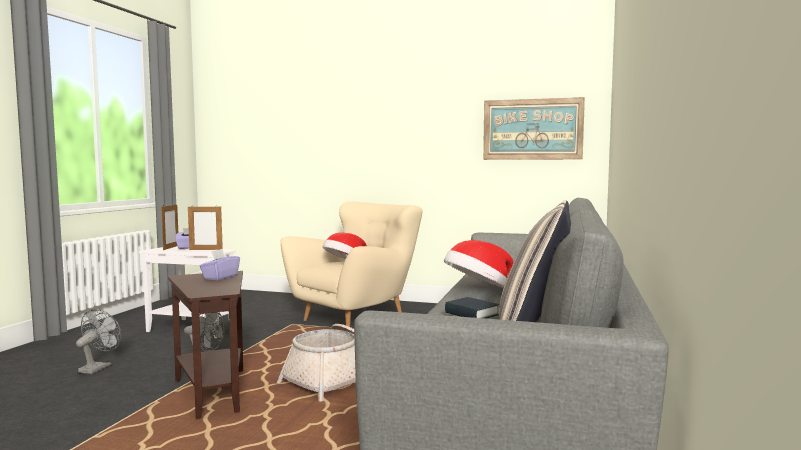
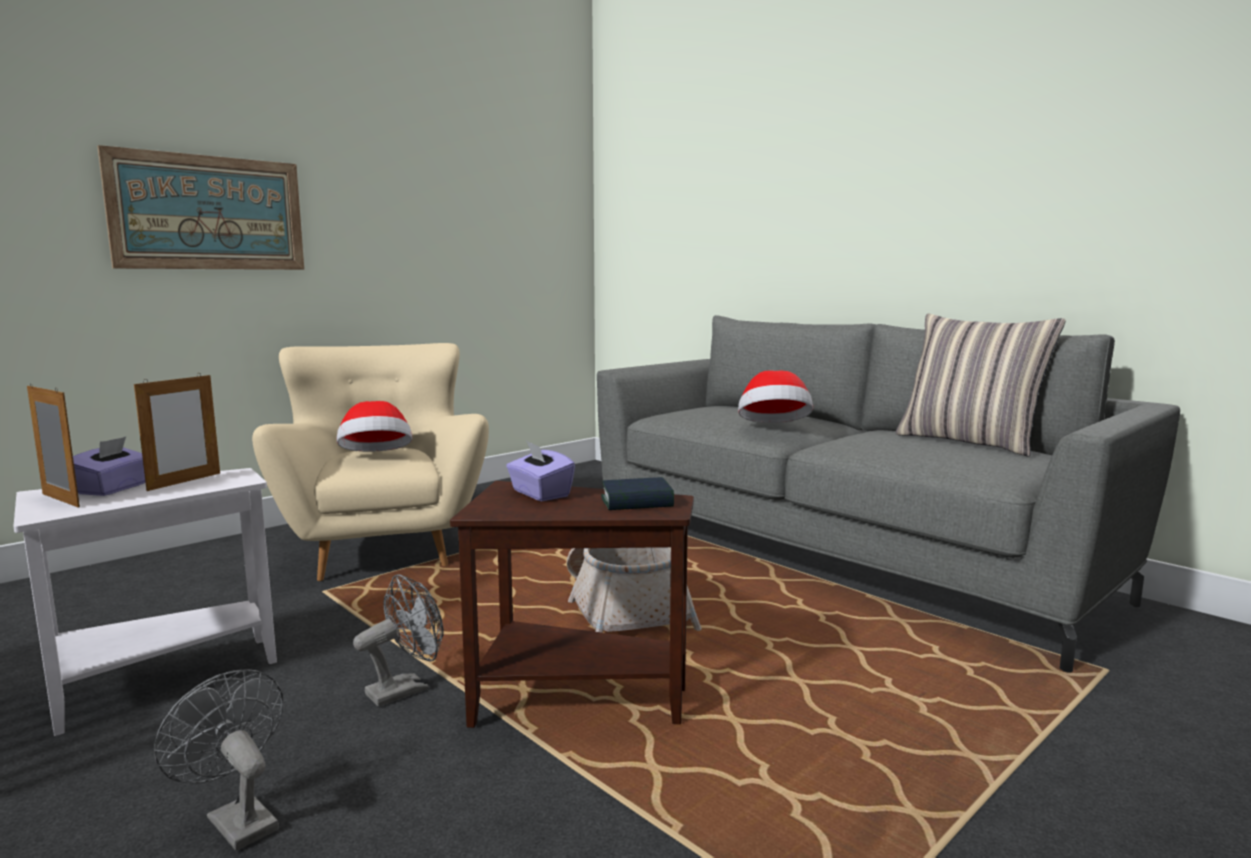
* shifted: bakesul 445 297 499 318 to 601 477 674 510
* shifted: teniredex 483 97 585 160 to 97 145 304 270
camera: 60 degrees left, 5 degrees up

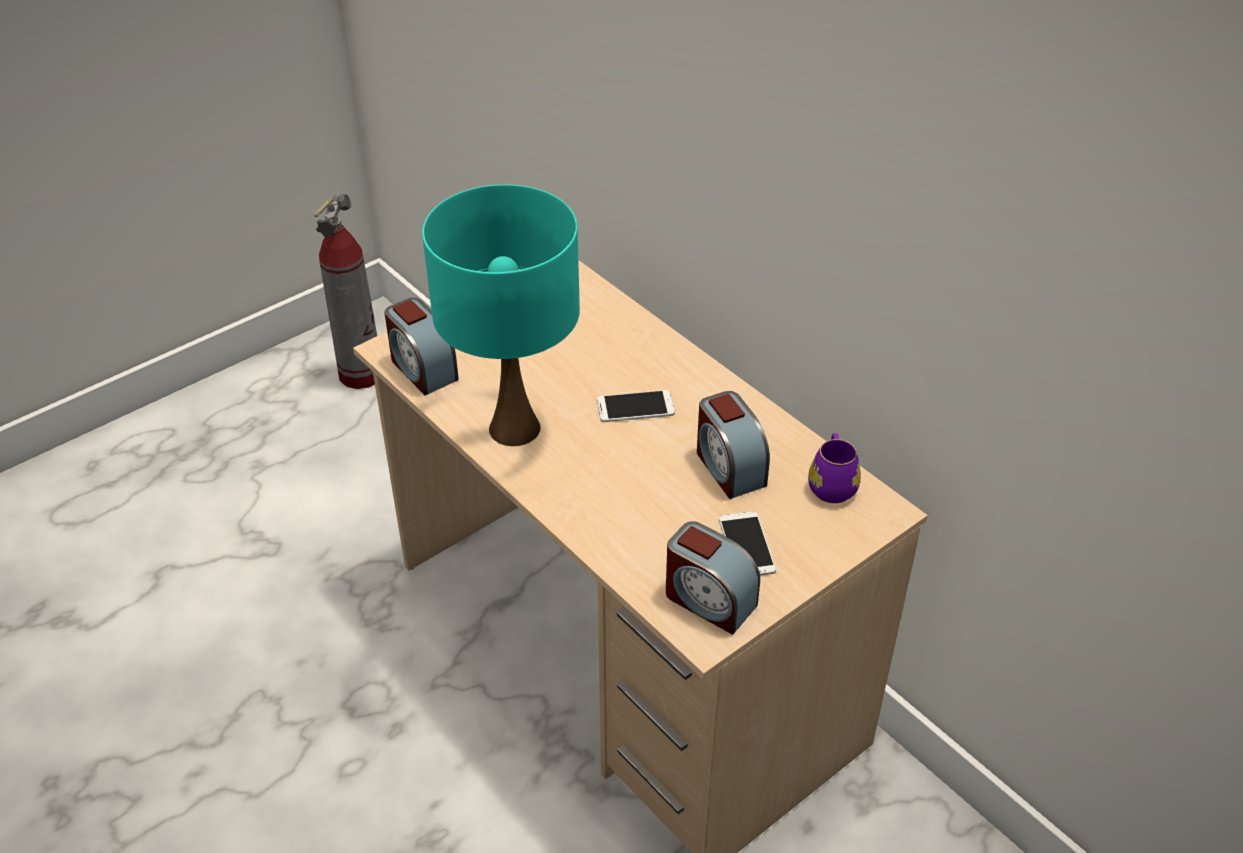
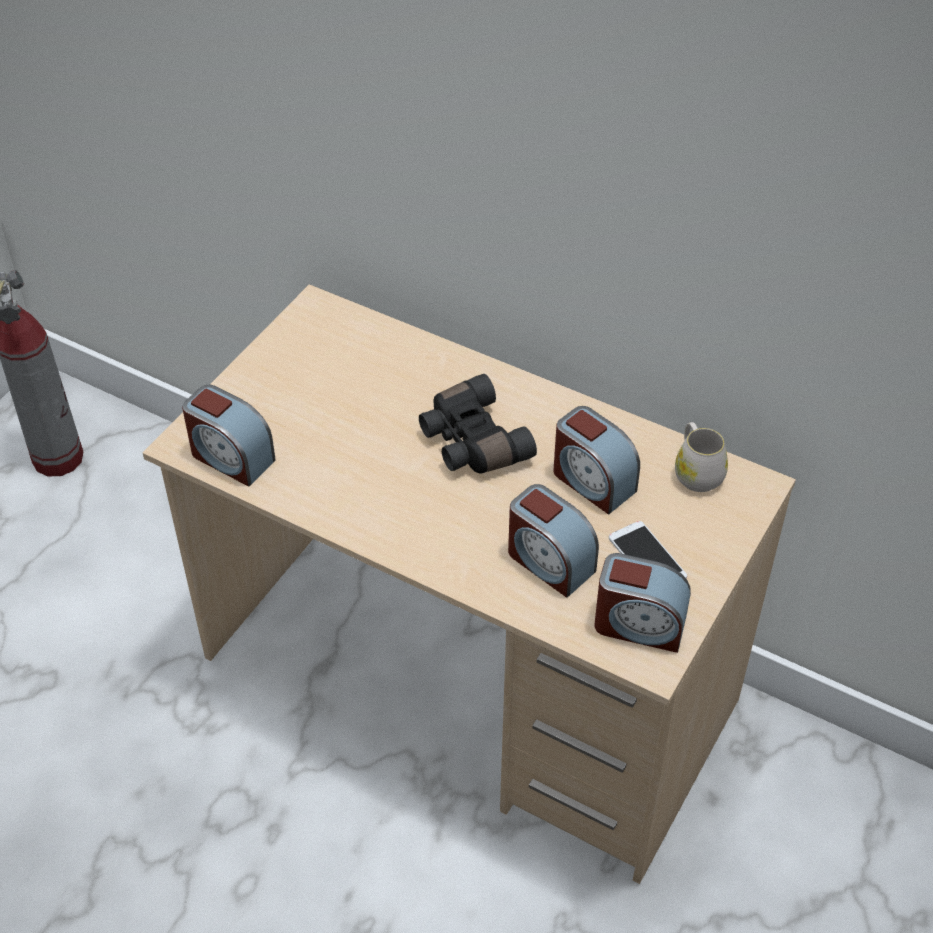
* gone: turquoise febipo 422 185 580 446
* swapped: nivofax 597 390 675 422 to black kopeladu 419 374 537 473
* repainted: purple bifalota 808 433 861 503 to white bifalota 675 422 728 492
* new: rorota 508 484 599 598
camera: 20 degrees left, 5 degrees up

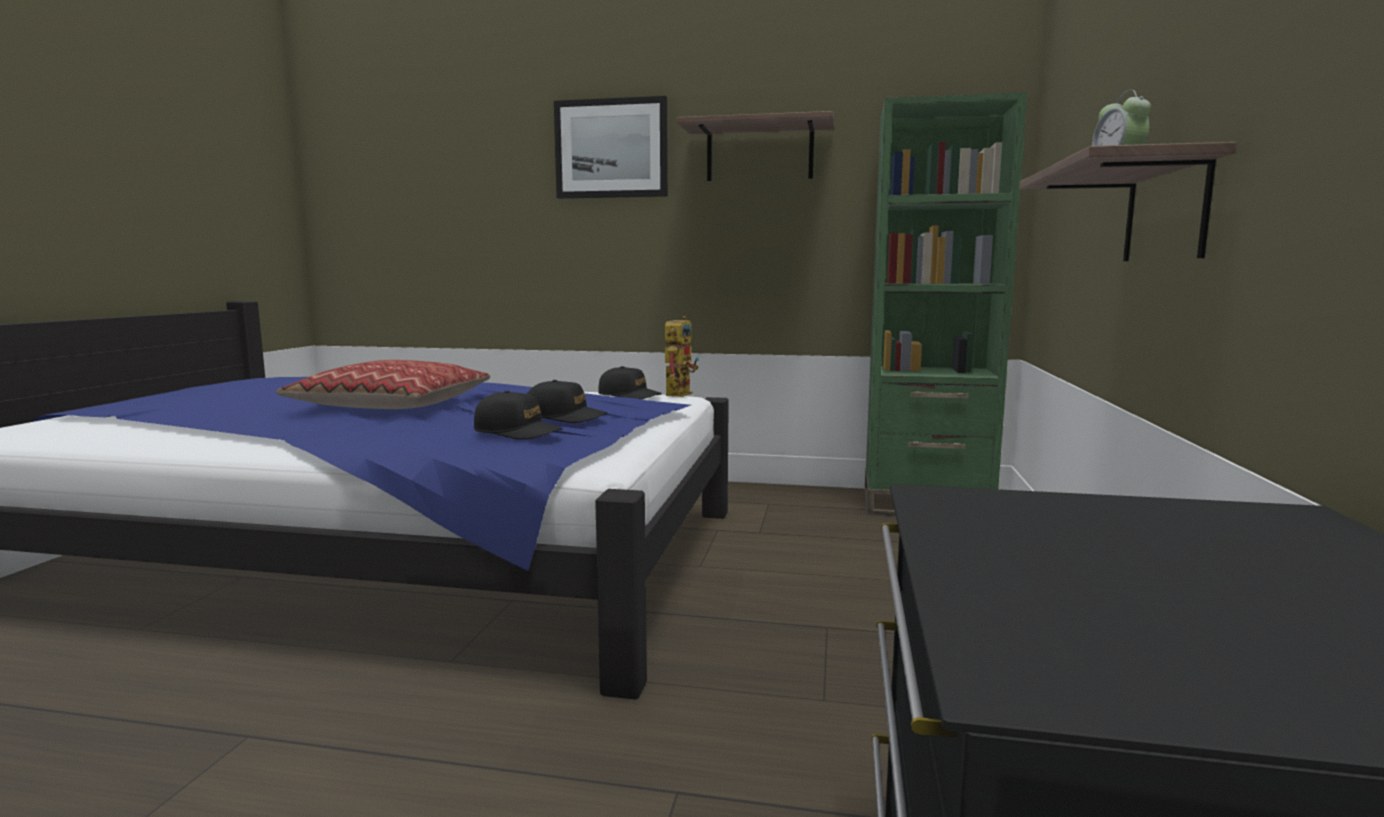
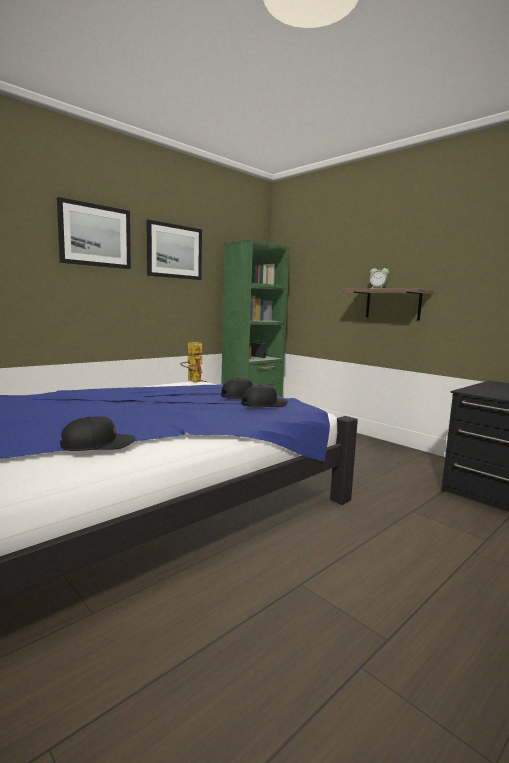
* gone: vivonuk 276 360 490 409
* shifted: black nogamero 598 366 662 399 to 60 416 135 451
* swapped: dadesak 676 111 834 181 to teniredex 147 220 202 280
camera: 55 degrees left, 0 degrees up

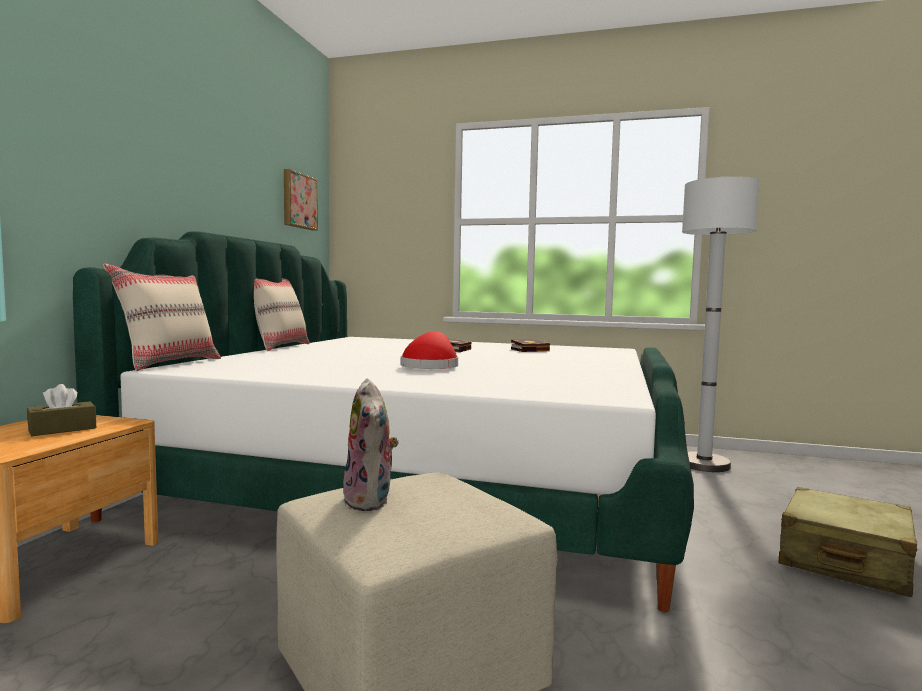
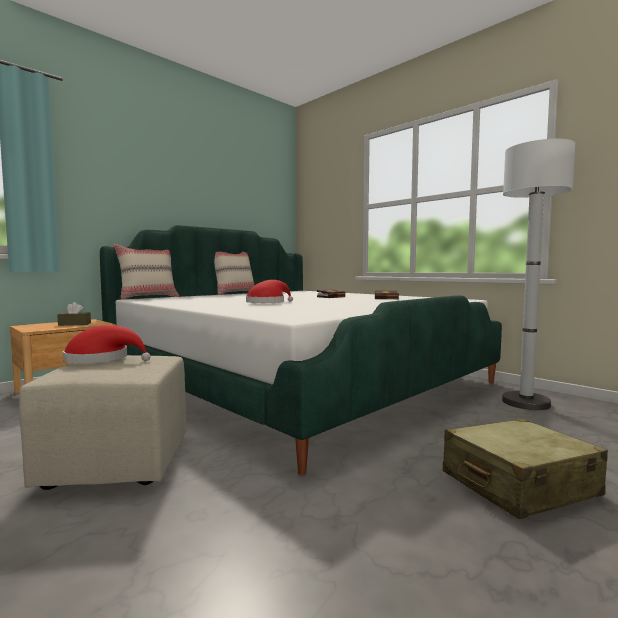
* gone: teniredex 284 169 318 231
* swapped: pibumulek 342 379 399 511 to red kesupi 63 325 151 364
camera: 30 degrees right, 0 degrees up

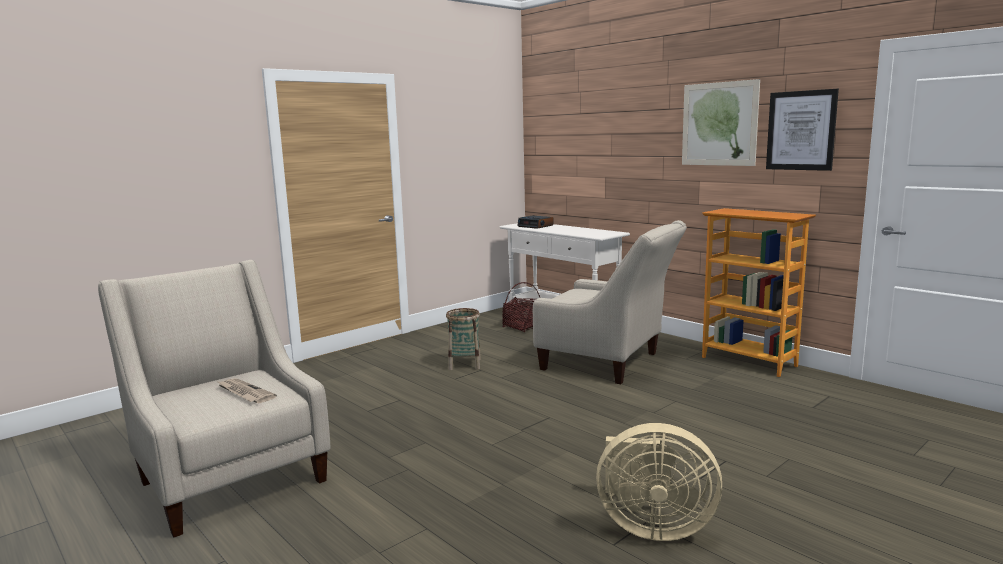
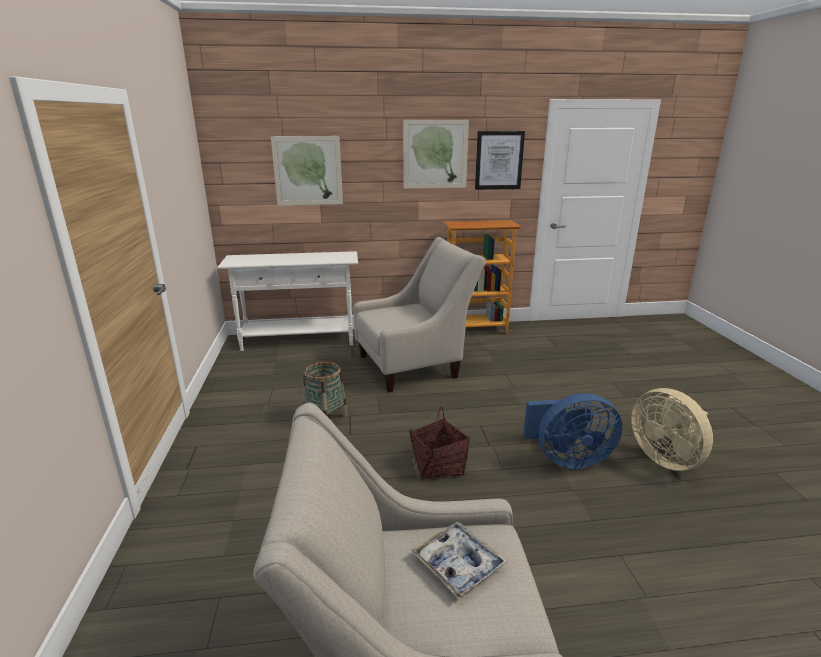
* swapped: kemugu 218 378 277 403 to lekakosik 410 522 508 599
* shifted: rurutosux 502 282 540 332 to 410 407 470 481
* gone: rorota 517 215 554 229
* rotated: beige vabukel 596 423 722 541 = 631 388 713 471 105 degrees clockwise
* new: teniredex 271 136 343 206
* new: blue vabukel 523 393 622 469
camera: 55 degrees left, 10 degrees up

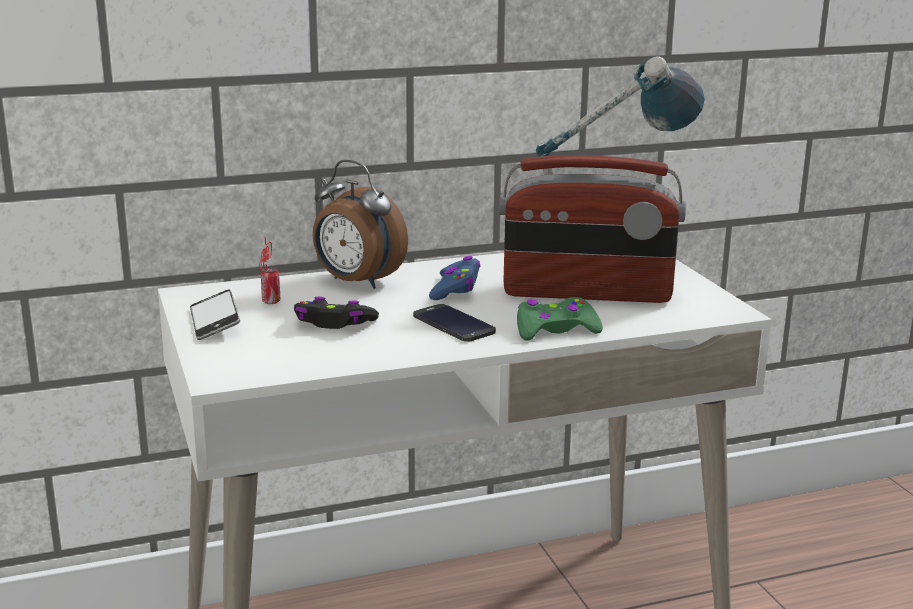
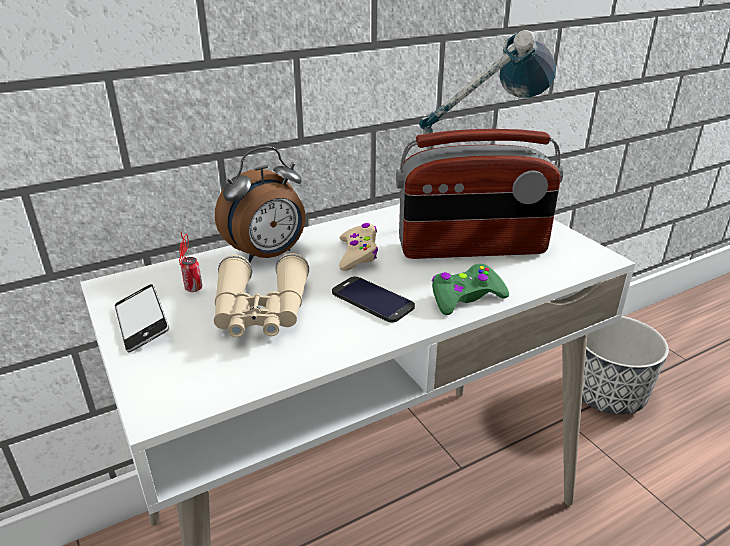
* swapped: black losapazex 294 297 379 329 to beige kopeladu 214 253 309 338
* rotated: rorota 313 160 408 289 = 215 146 306 262 60 degrees counterclockwise
* repainted: blue losapazex 429 256 480 300 to beige losapazex 339 223 378 271
* new: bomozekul 582 316 669 414
camera: 10 degrees left, 10 degrees up

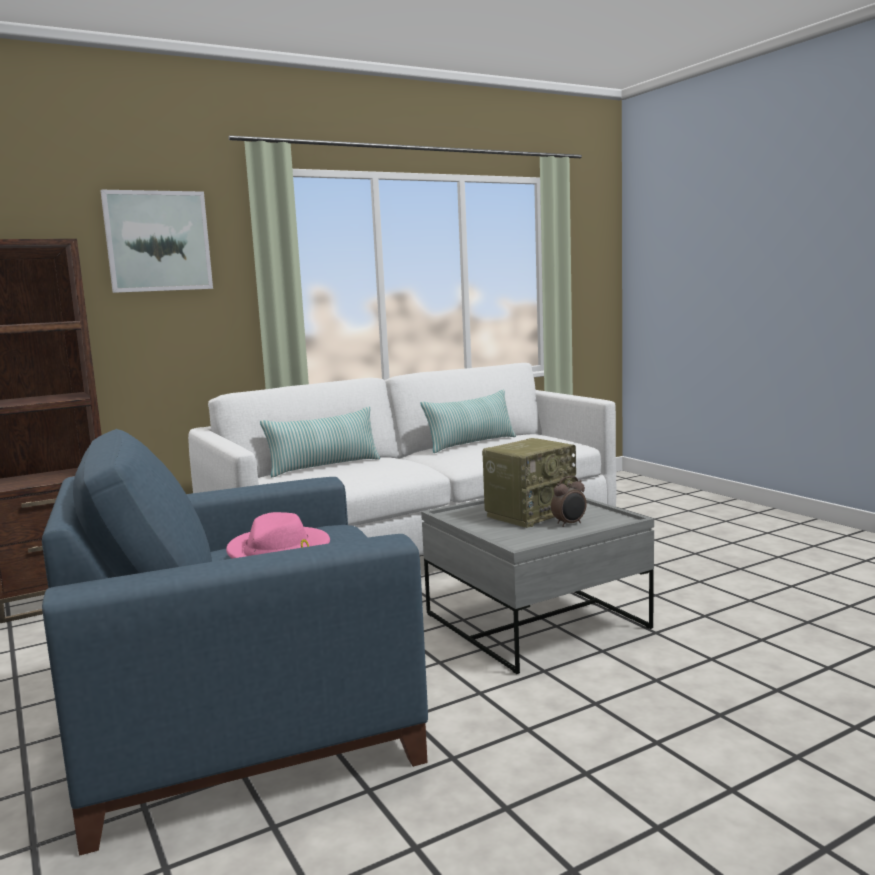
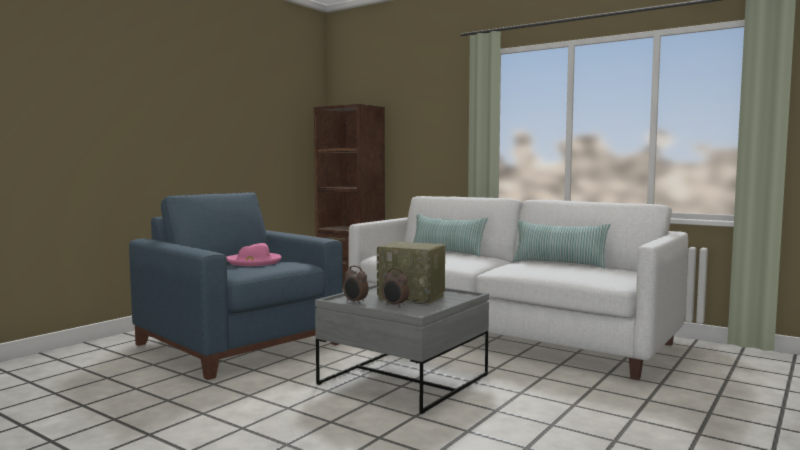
* gone: teniredex 101 190 213 293
* new: rorota 343 266 369 304
camera: 65 degrees right, 5 degrees down

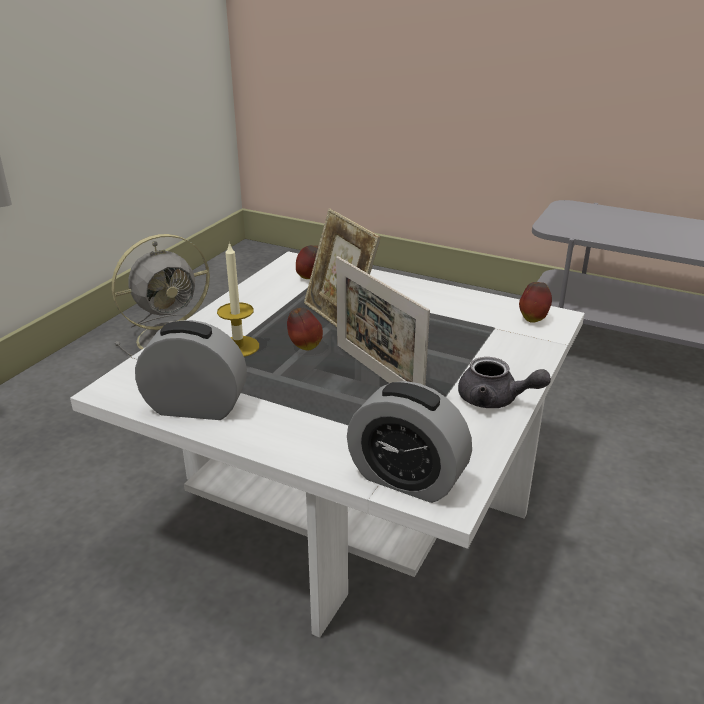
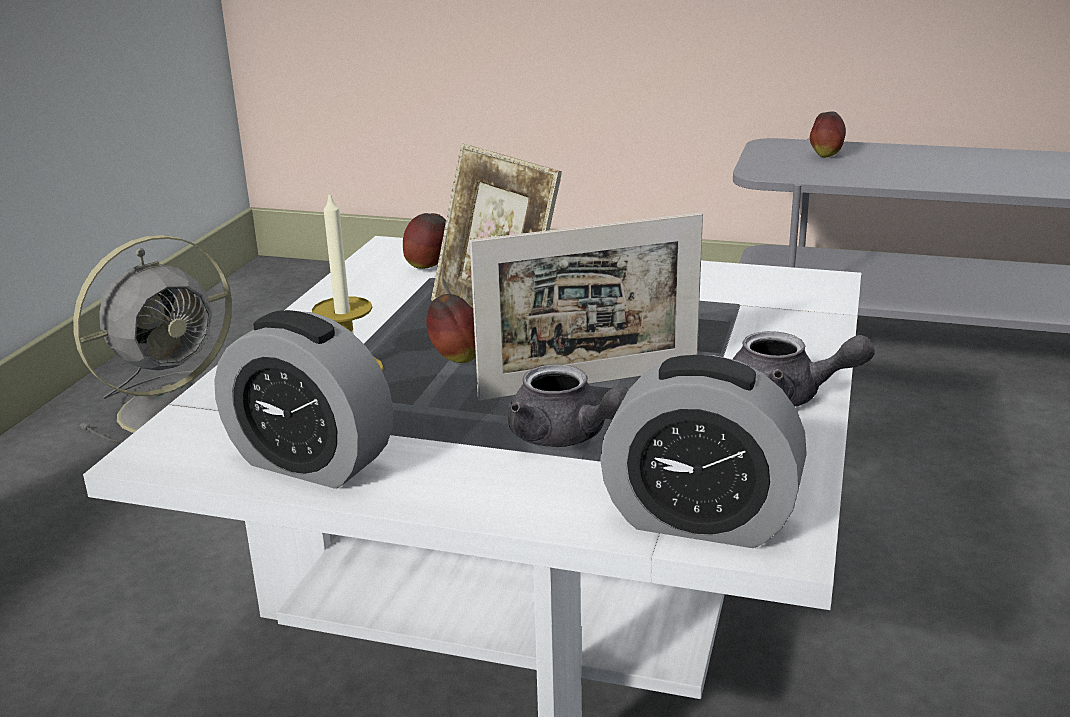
* rotated: rorota 135 320 247 420 = 214 310 393 489 150 degrees counterclockwise
* rotated: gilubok 336 256 430 386 = 470 213 703 400 60 degrees counterclockwise
* shifted: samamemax 519 282 552 323 to 810 111 846 157
* new: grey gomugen 508 364 629 447
camera: 10 degrees left, 5 degrees down

